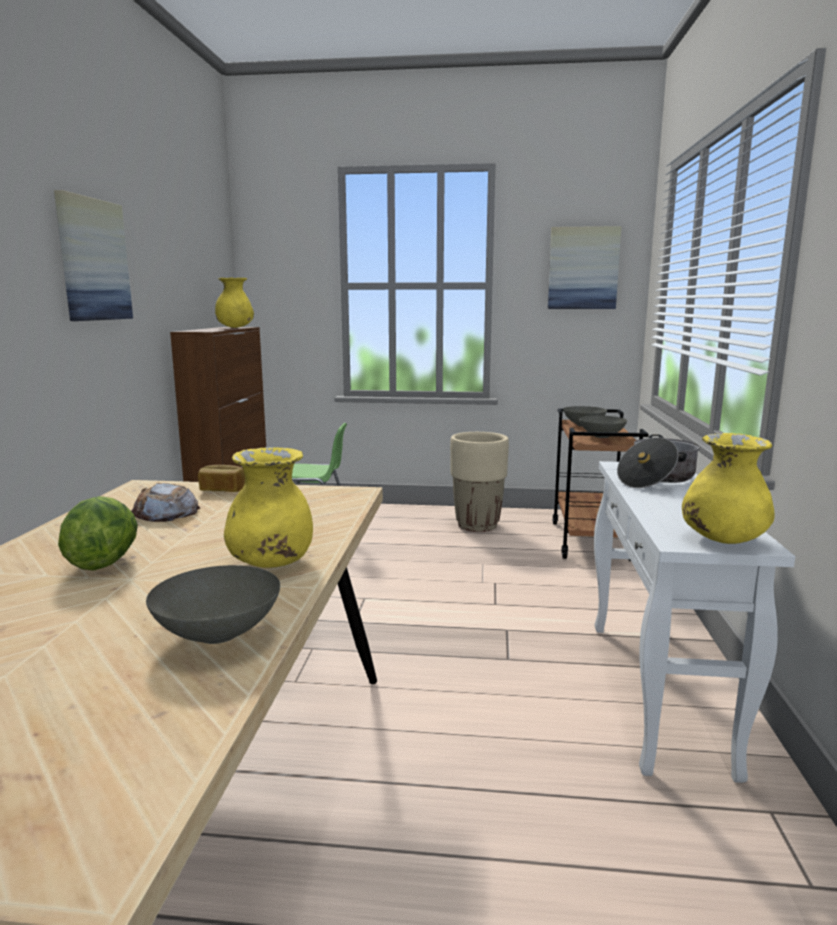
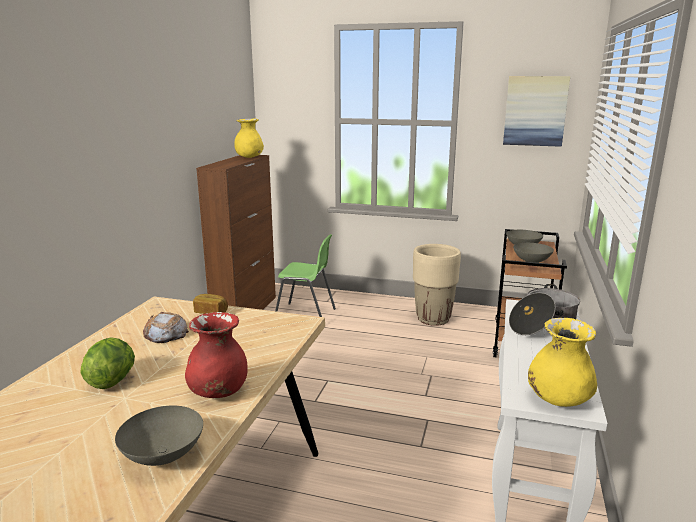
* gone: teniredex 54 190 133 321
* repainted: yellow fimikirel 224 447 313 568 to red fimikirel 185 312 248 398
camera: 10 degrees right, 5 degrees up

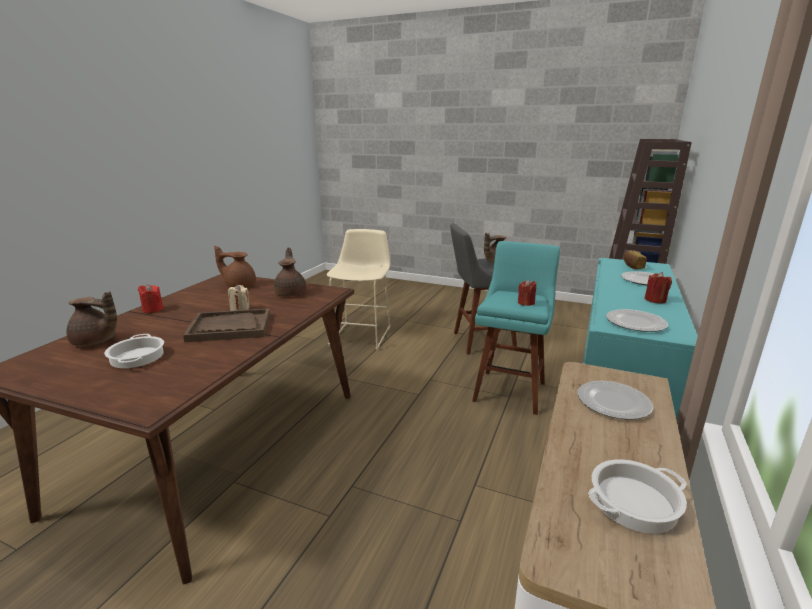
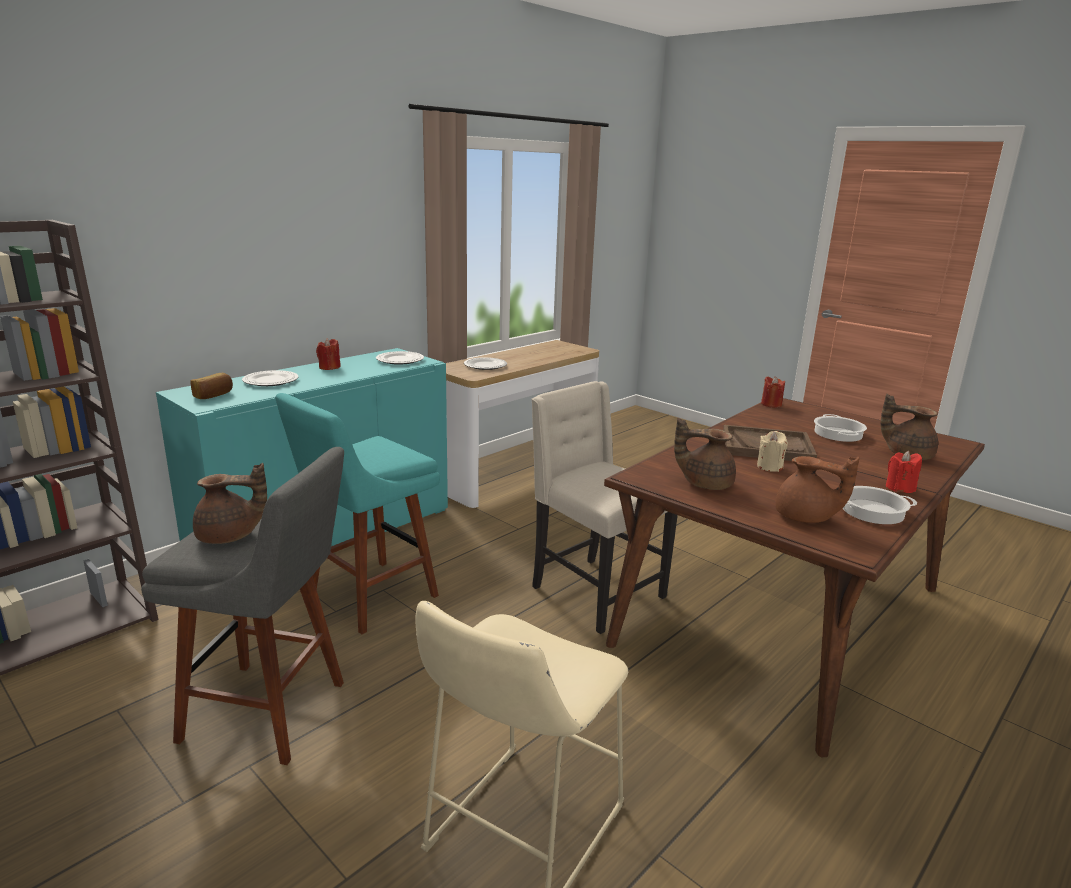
* rotated: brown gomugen 274 247 306 297 = 674 418 736 490 90 degrees clockwise
* shifted: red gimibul 518 279 536 306 to 761 376 785 408
* shifted: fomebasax 588 459 687 534 to 843 486 917 524
* new: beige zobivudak 531 381 678 634
camera: 160 degrees left, 0 degrees up

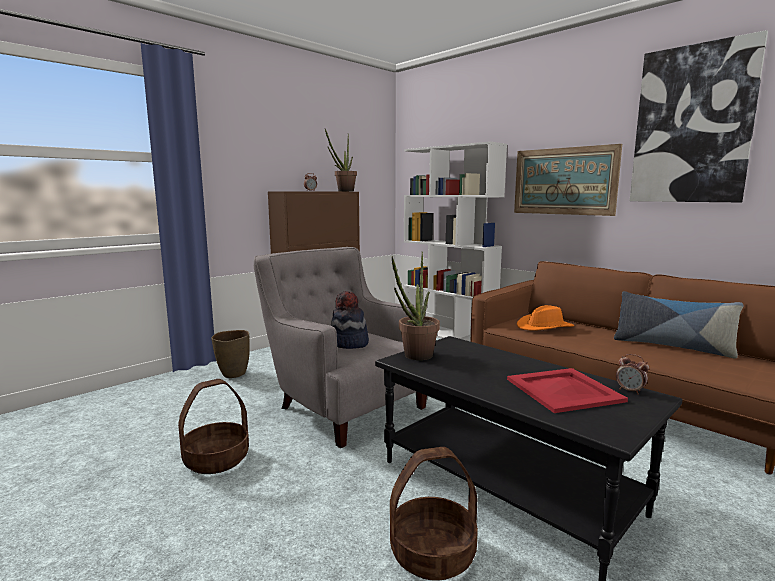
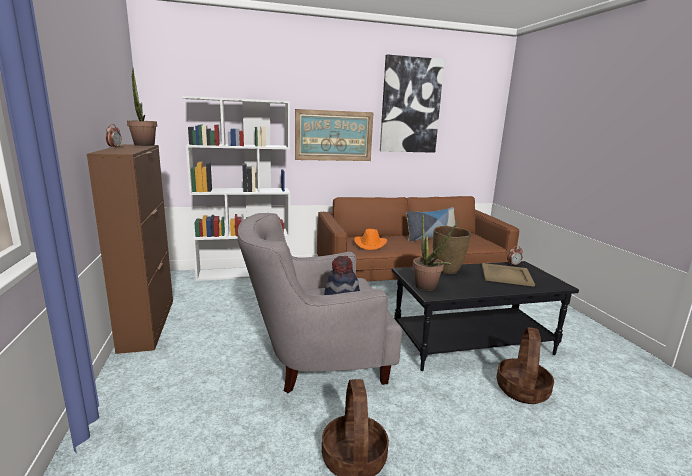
* shifted: brown fimikirel 211 330 250 378 to 433 226 471 274
* repainted: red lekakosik 507 368 628 413 to beige lekakosik 482 263 535 287
camera: 60 degrees left, 5 degrees up

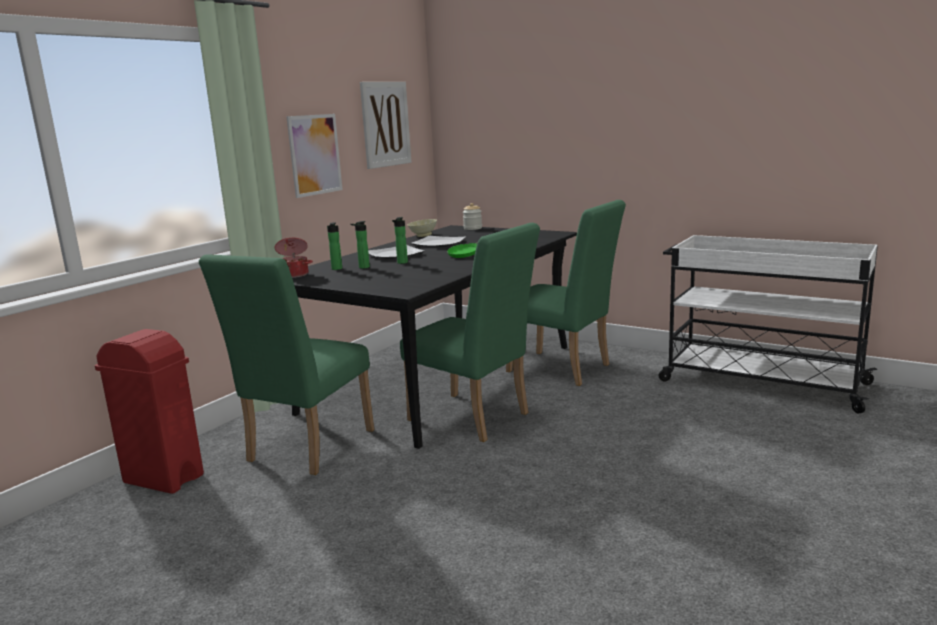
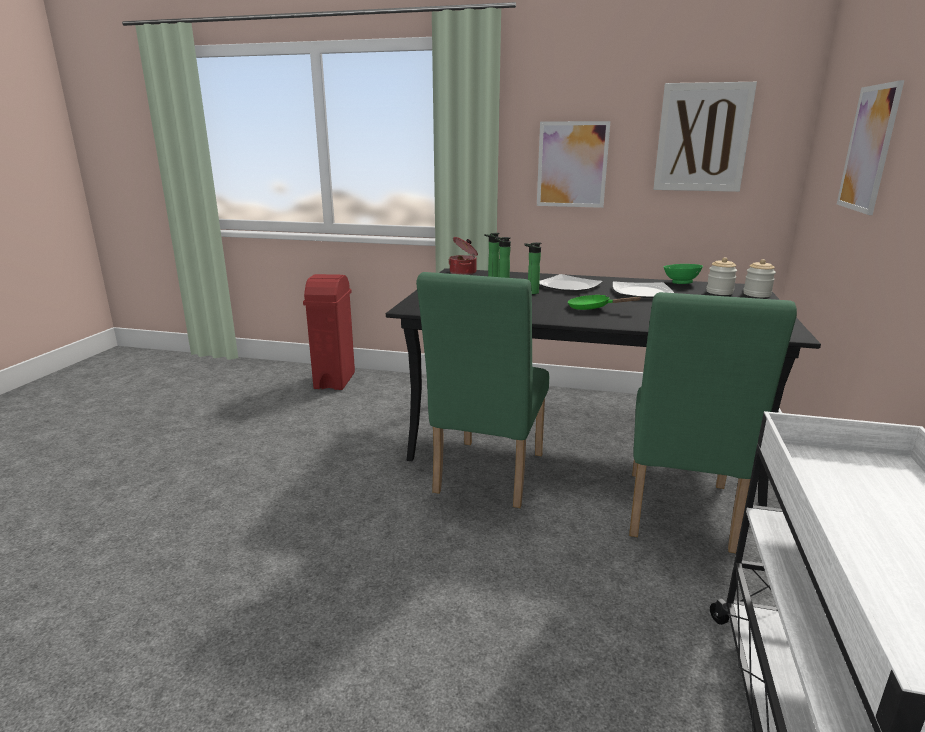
* gone: green zobivudak 199 254 374 475
* repainted: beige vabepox 408 219 437 237 to green vabepox 664 264 703 284
* new: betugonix 706 257 737 295
* new: teniredex 837 80 904 215
camera: 70 degrees right, 5 degrees up

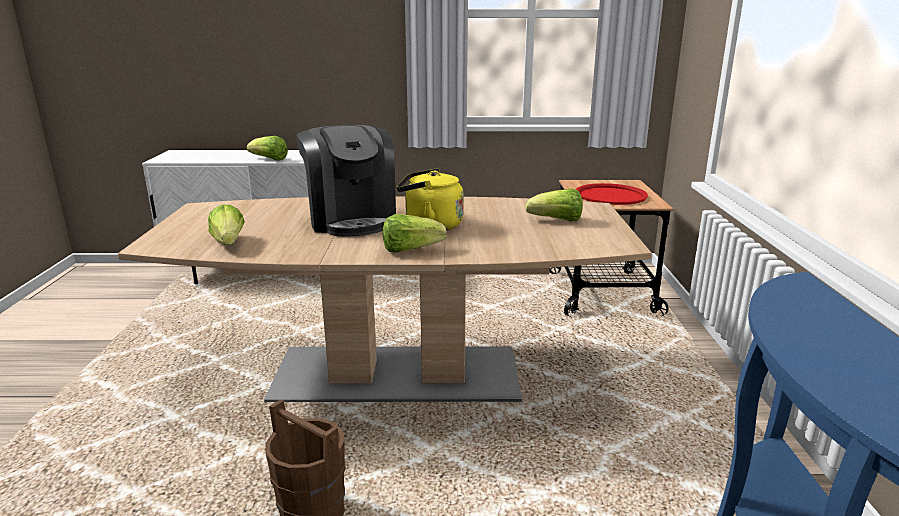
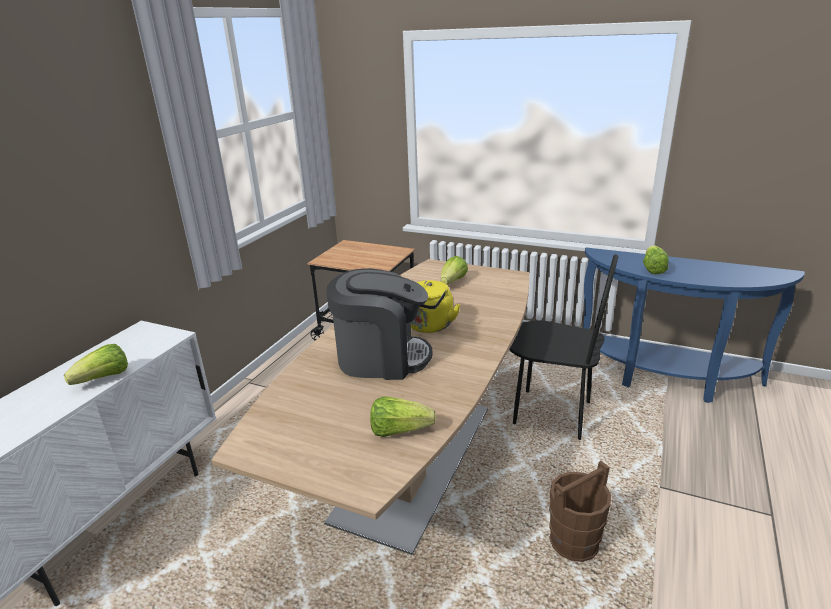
* shifted: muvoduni 383 214 447 252 to 643 245 669 274
* gone: red lekakosik 576 183 648 205
* new: black zobivudak 509 254 619 440
camera: 65 degrees left, 5 degrees up

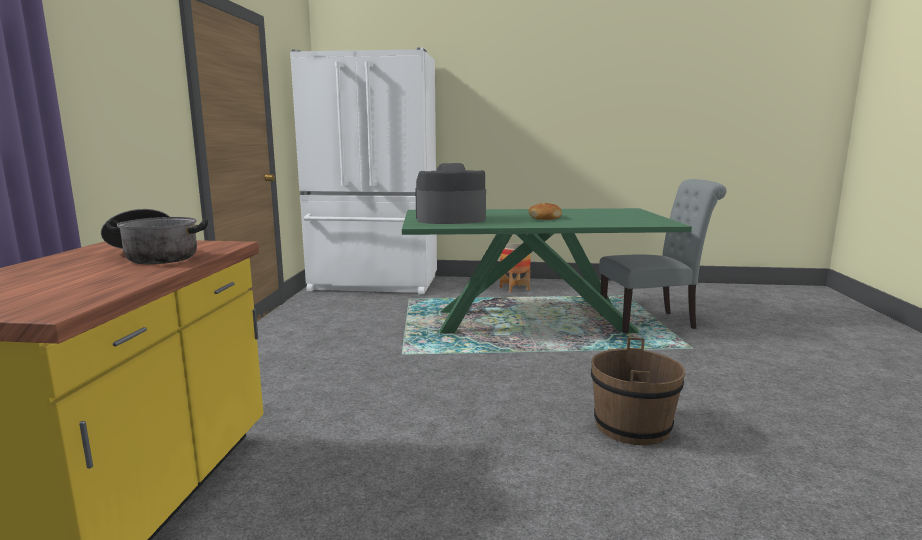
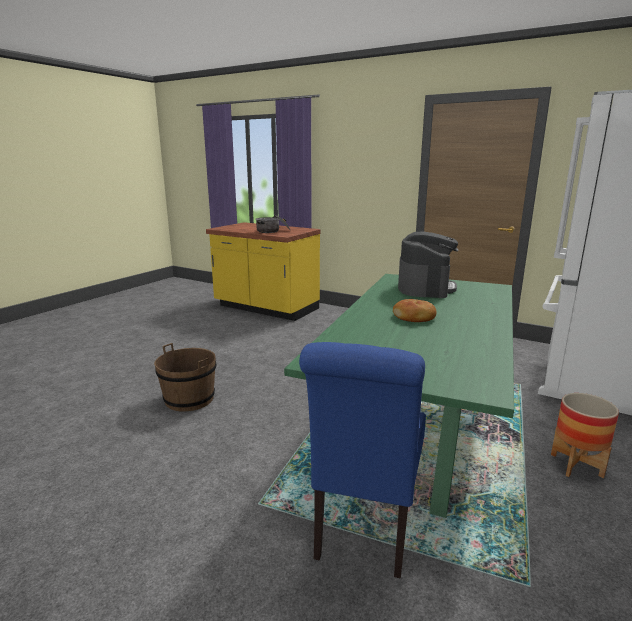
* repainted: grey zobivudak 599 179 727 333 to blue zobivudak 299 342 426 579
camera: 115 degrees right, 5 degrees up

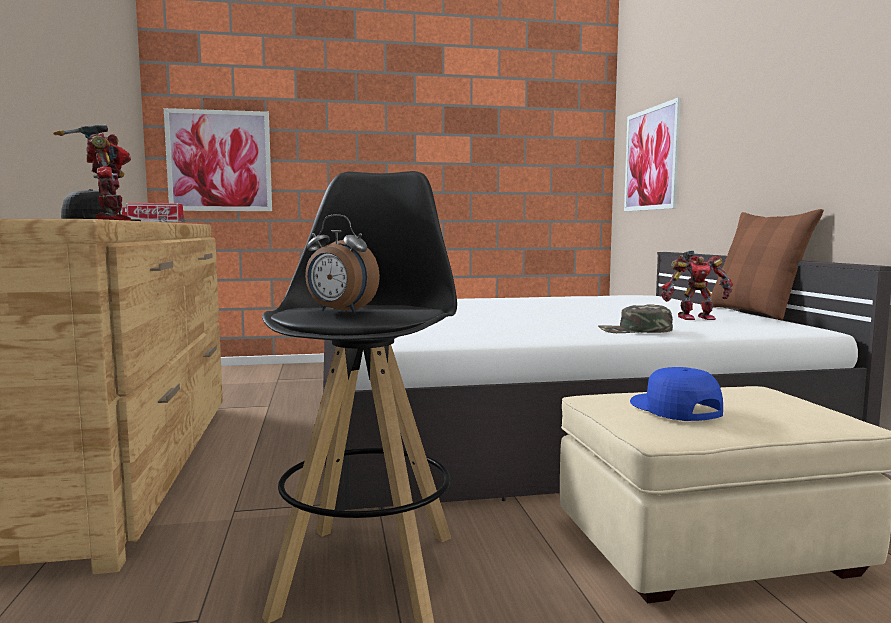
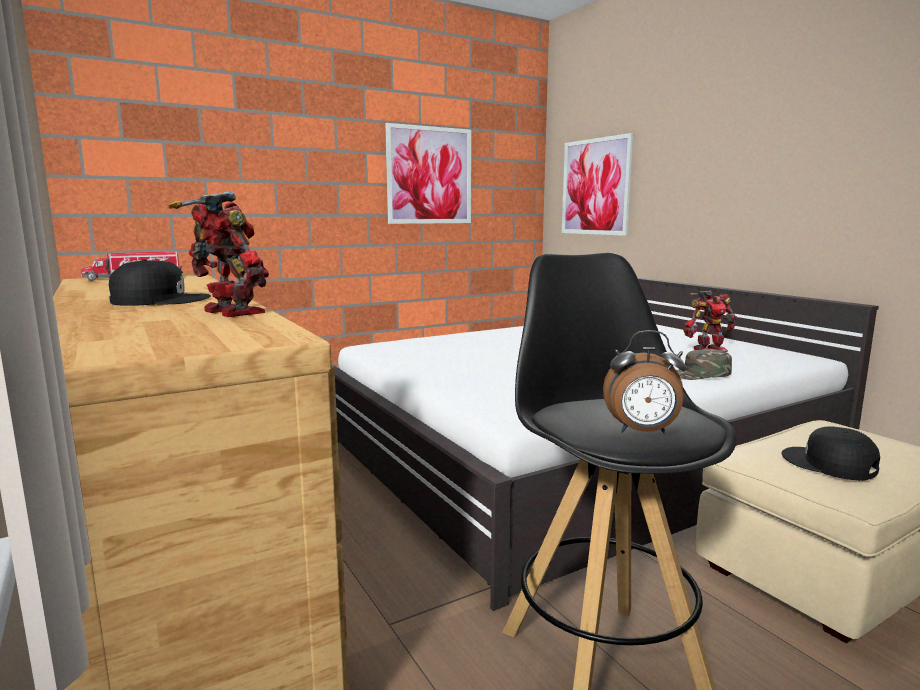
* shifted: teniredex 164 108 272 211 to 385 123 471 224
* repainted: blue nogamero 630 367 723 421 to black nogamero 781 426 880 481
* gone: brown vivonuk 710 209 824 320
camera: 20 degrees left, 5 degrees up

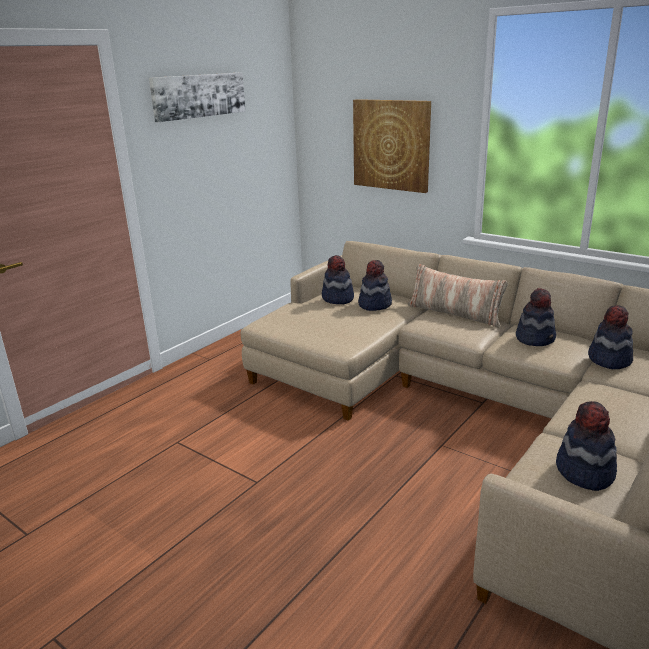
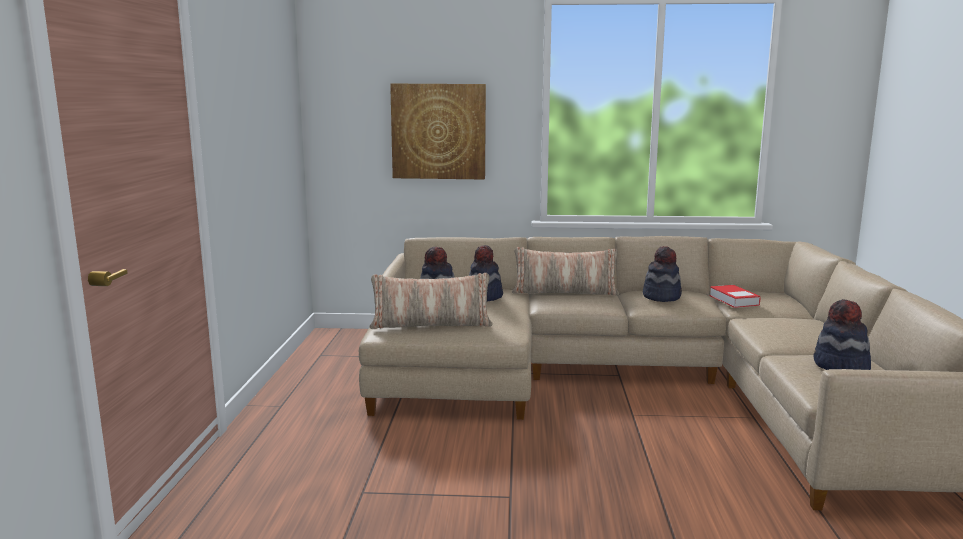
* gone: teniredex 149 73 246 122
* swapped: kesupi 588 305 633 369 to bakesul 709 285 761 308
* new: vivonuk 369 273 493 329
camera: 35 degrees left, 10 degrees down

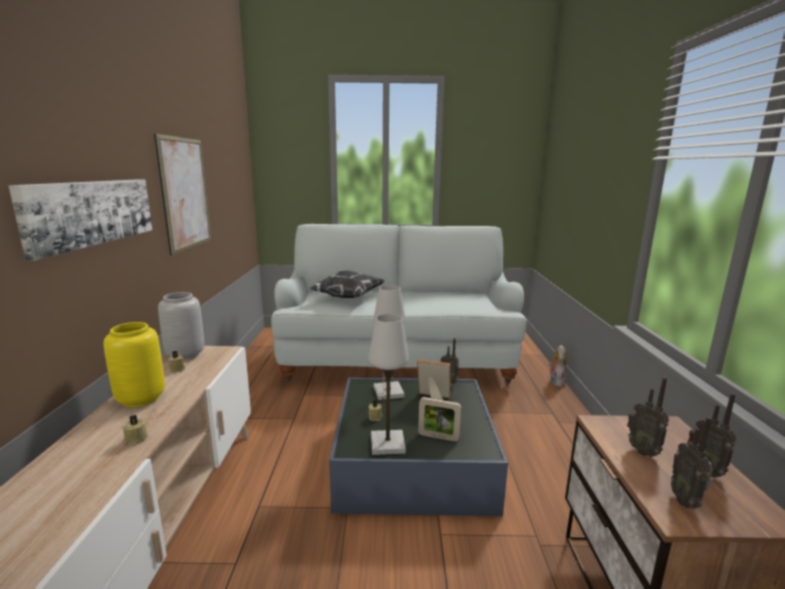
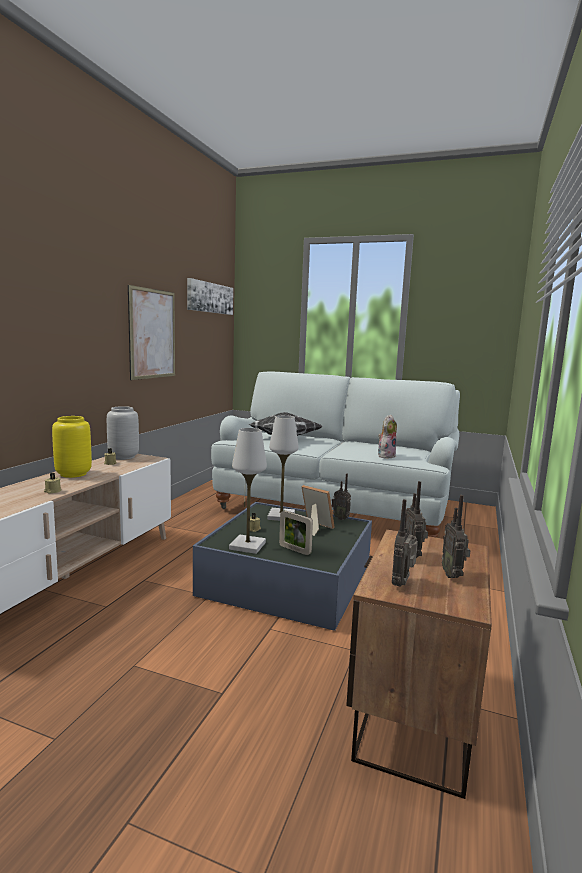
* shifted: teniredex 8 179 152 260 to 187 278 233 315
* shifted: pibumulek 549 345 567 387 to 378 415 397 458
camera: 20 degrees right, 5 degrees down

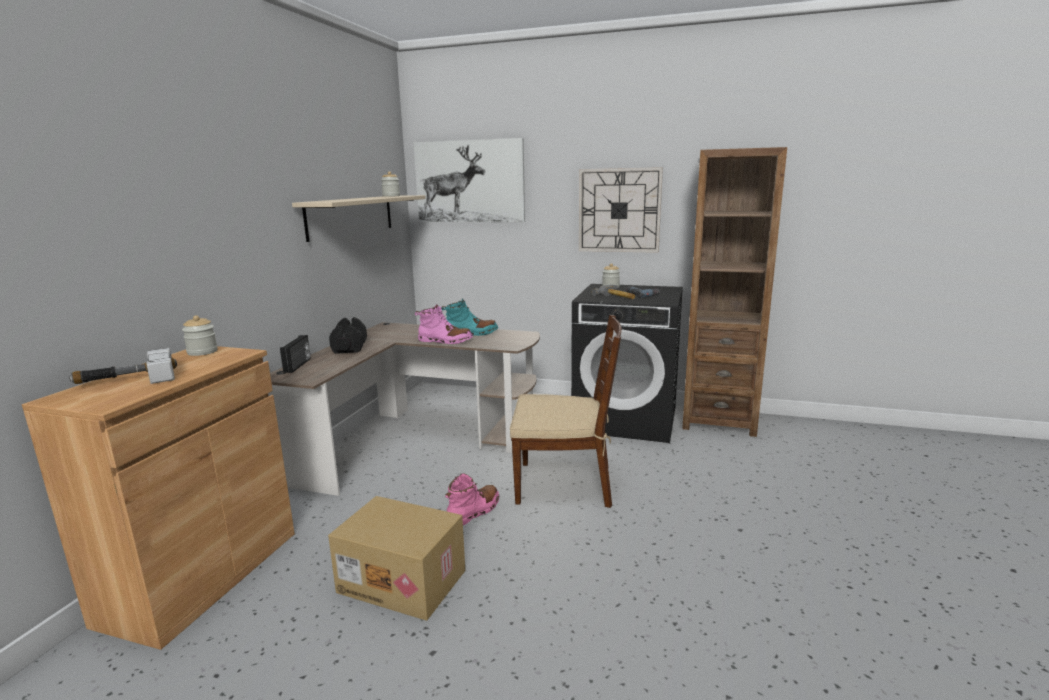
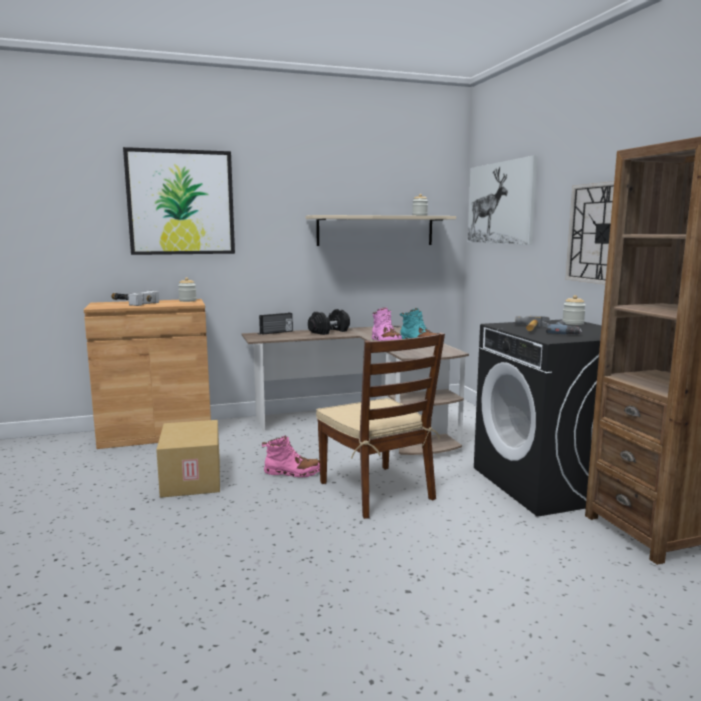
* new: teniredex 123 147 235 255
camera: 55 degrees right, 5 degrees down

